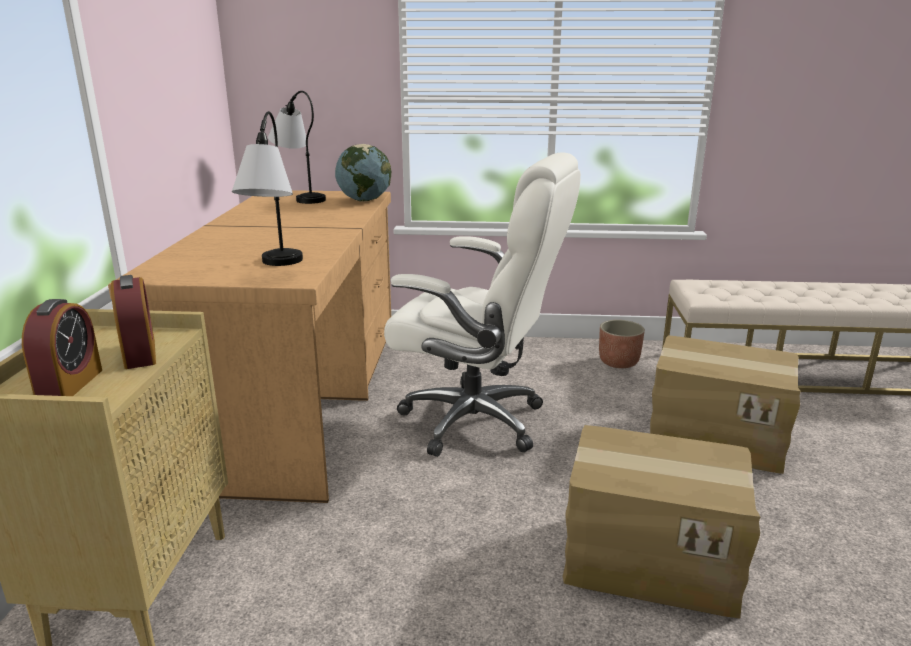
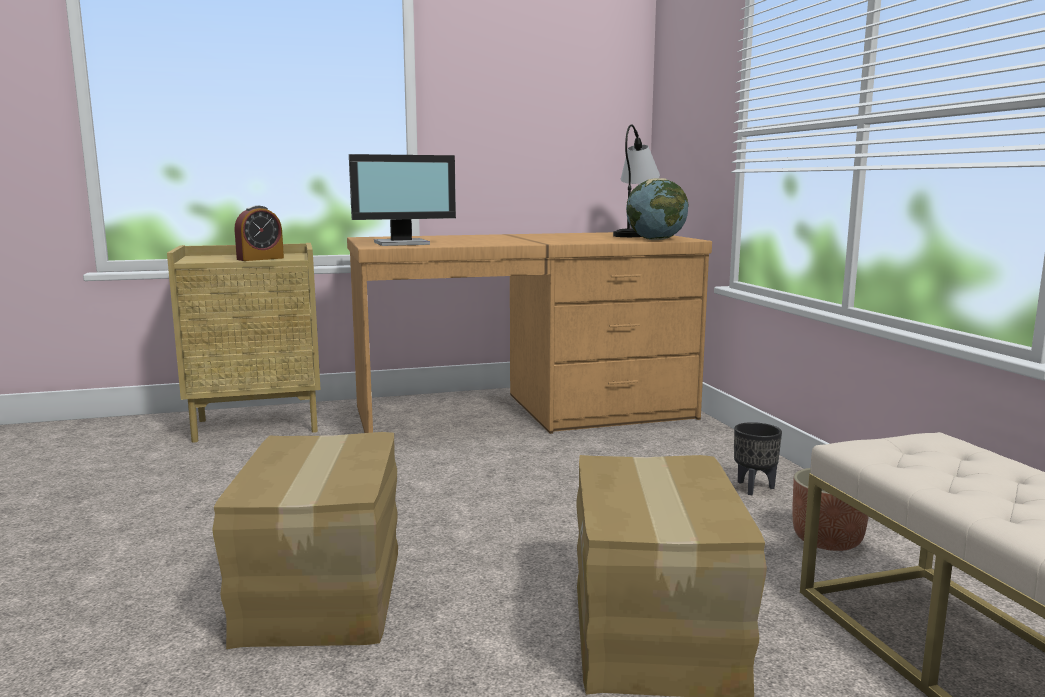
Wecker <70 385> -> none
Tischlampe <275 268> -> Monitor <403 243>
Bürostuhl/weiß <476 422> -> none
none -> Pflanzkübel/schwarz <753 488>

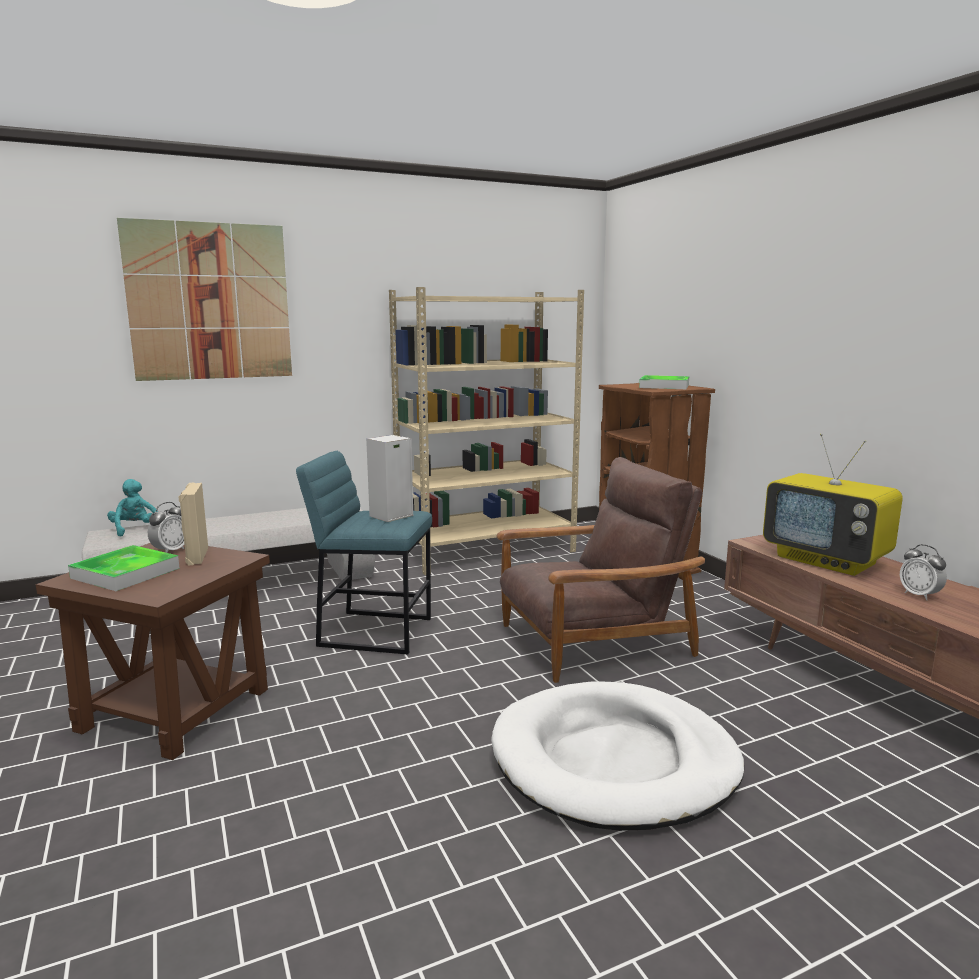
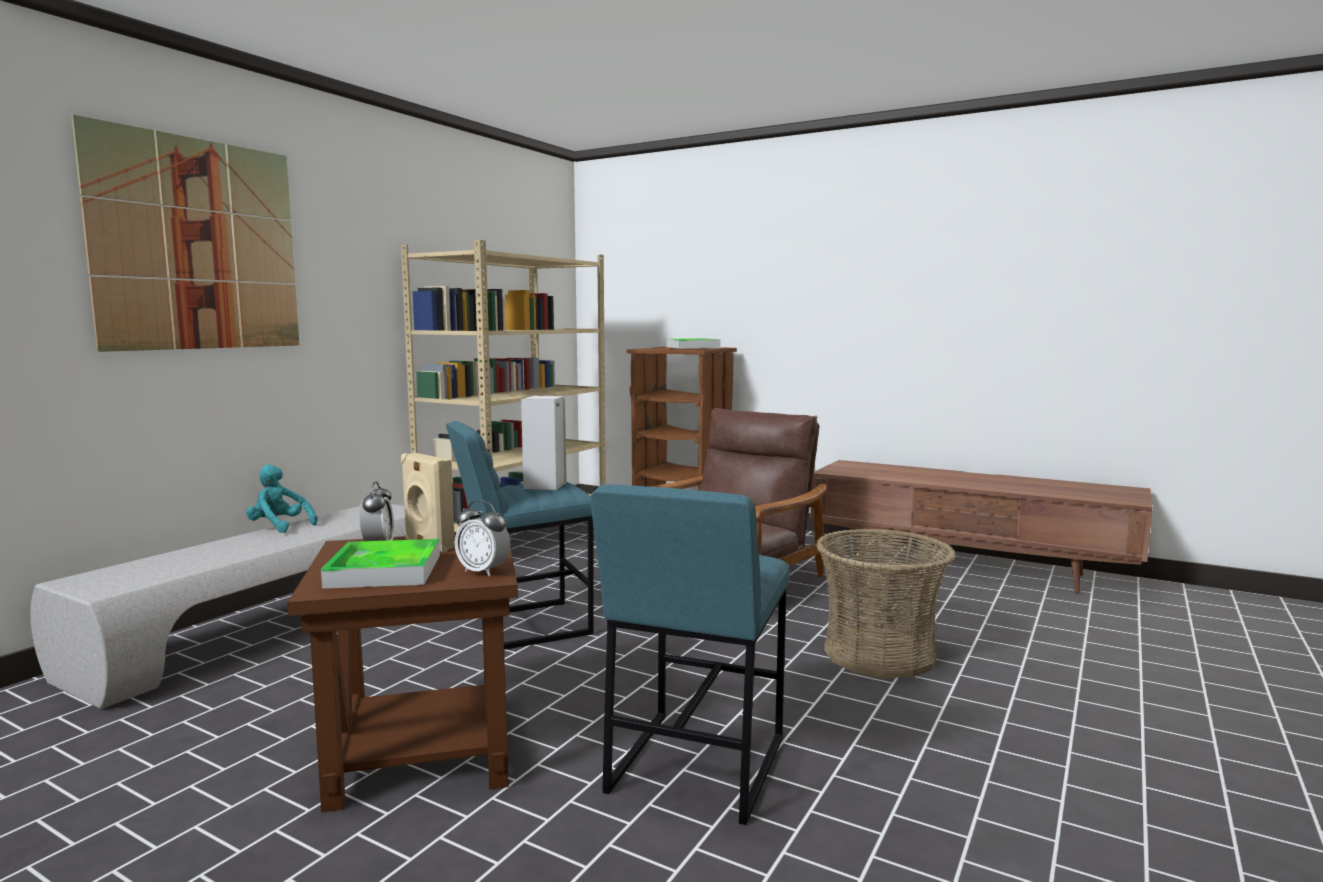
Plüschtier/türkis <135 530> -> Plüschtier/türkis <279 527>, shifted
Hundebett/weiß <614 761> -> Korb <879 654>
Fernseher <827 560> -> none
Wecker <919 595> -> Wecker <483 571>, shifted
none -> Hocker/blau <696 767>

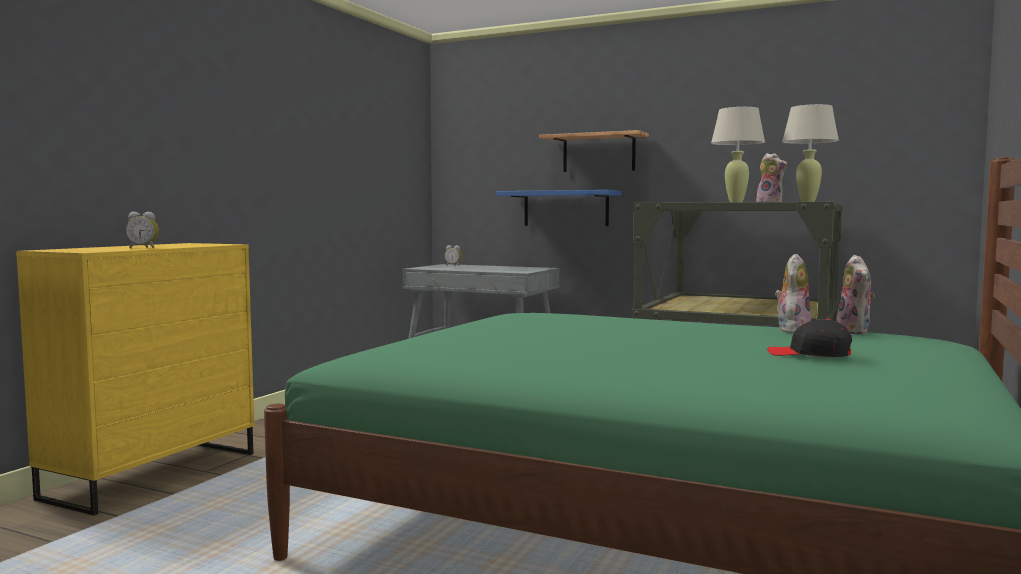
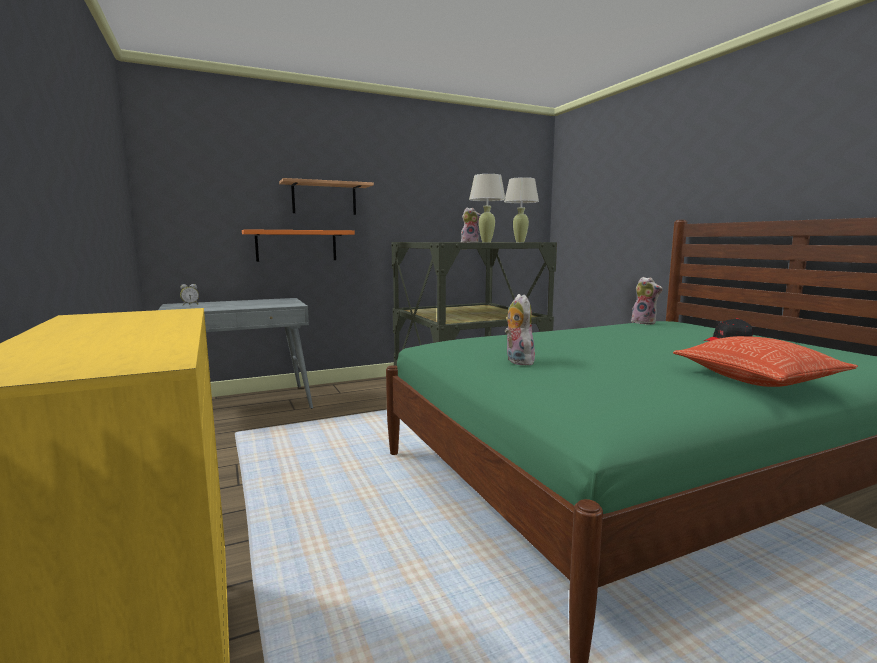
Wecker <144 248> -> none
Wandregal/blau <566 208> -> Wandregal/orange <296 245>
Plüschtier <792 330> -> Plüschtier <517 361>, shifted
none -> Kissen/orange <758 379>

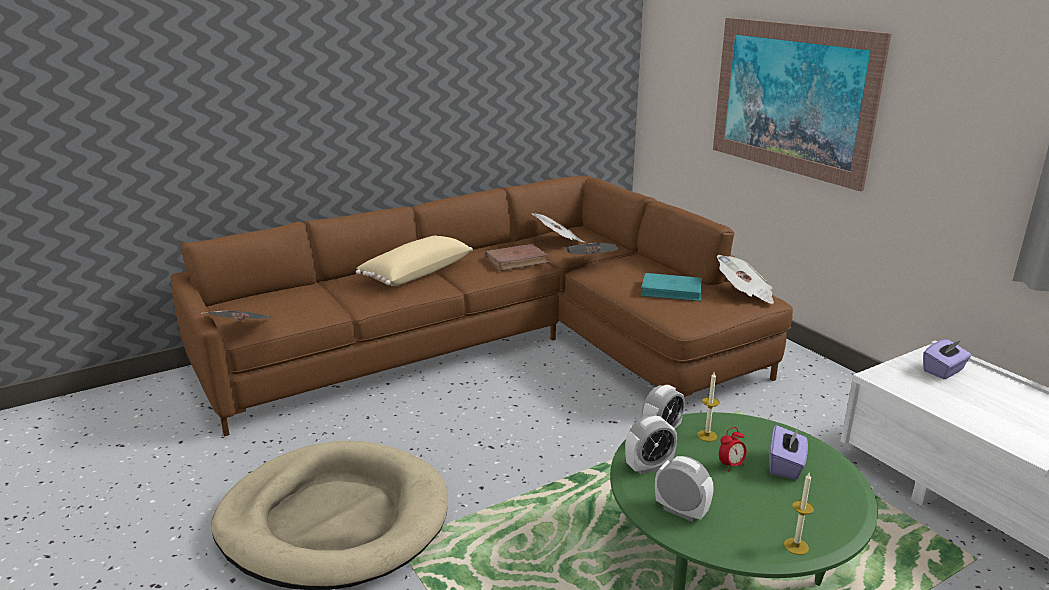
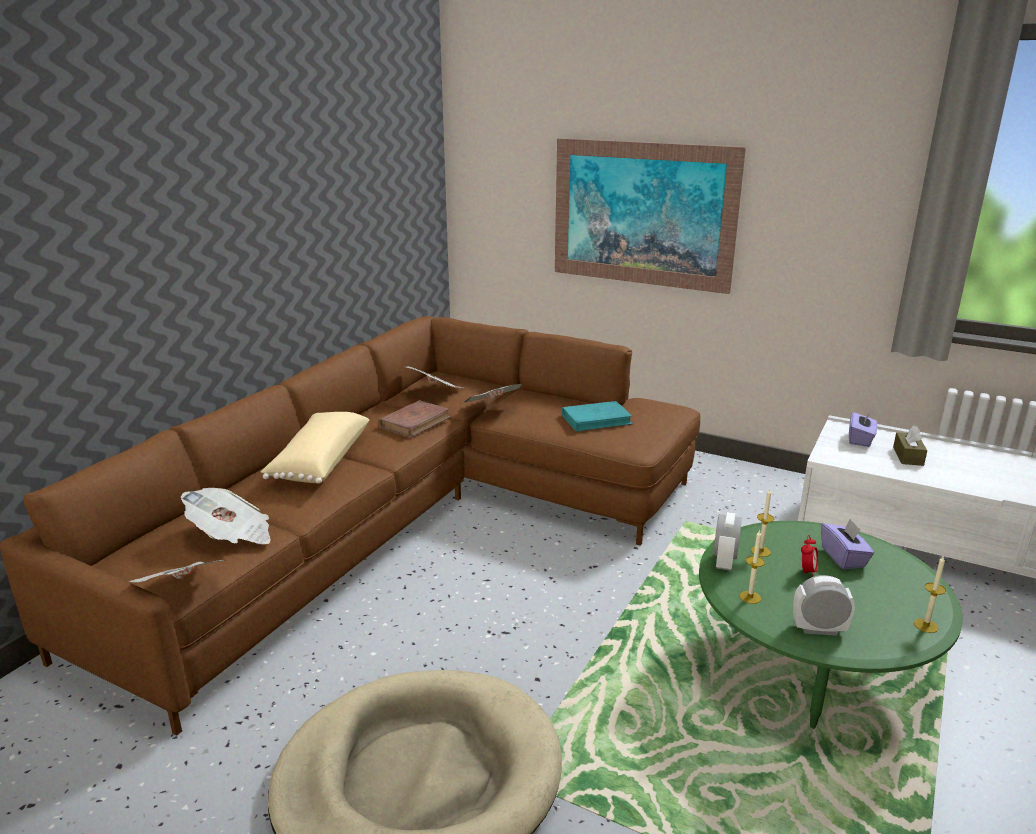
Wecker <649 466> -> Kerze <750 597>
Zeitung <745 294> -> Zeitung <232 536>, shifted
none -> Taschentuchbox/braun <908 456>

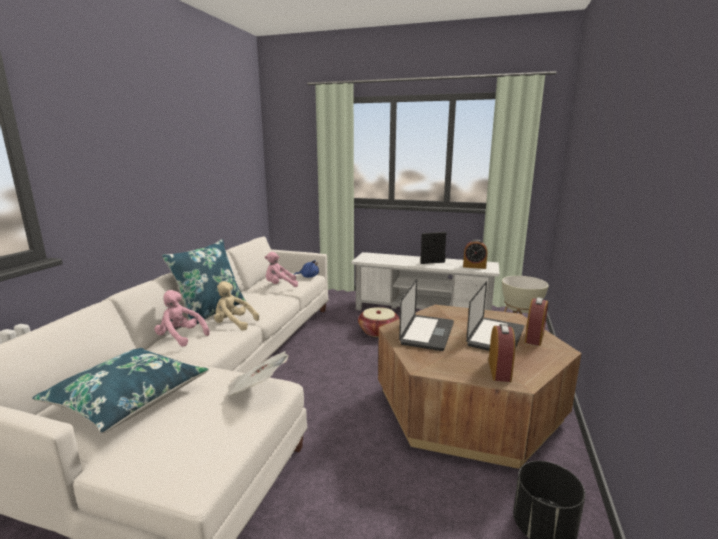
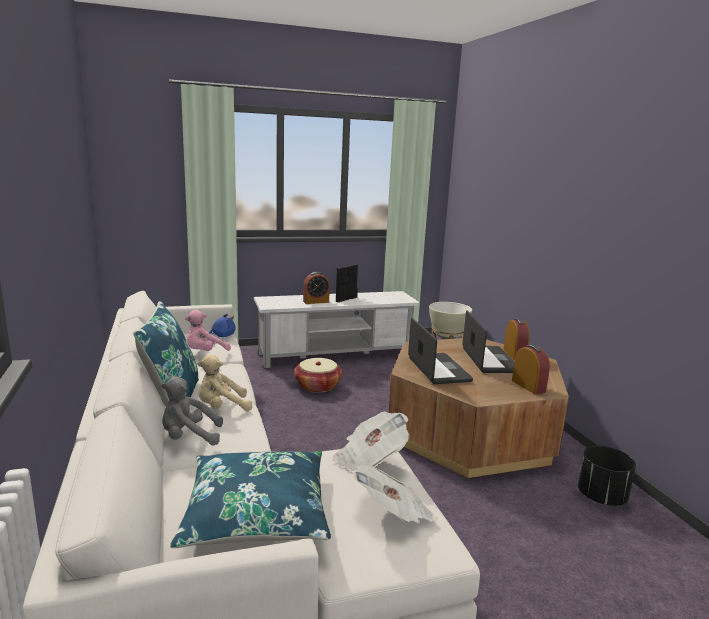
Plüschtier/rosa <181 337> -> Plüschtier/grau <189 437>
Wecker <474 266> -> Wecker <316 302>, shifted
none -> Zeitung <393 514>

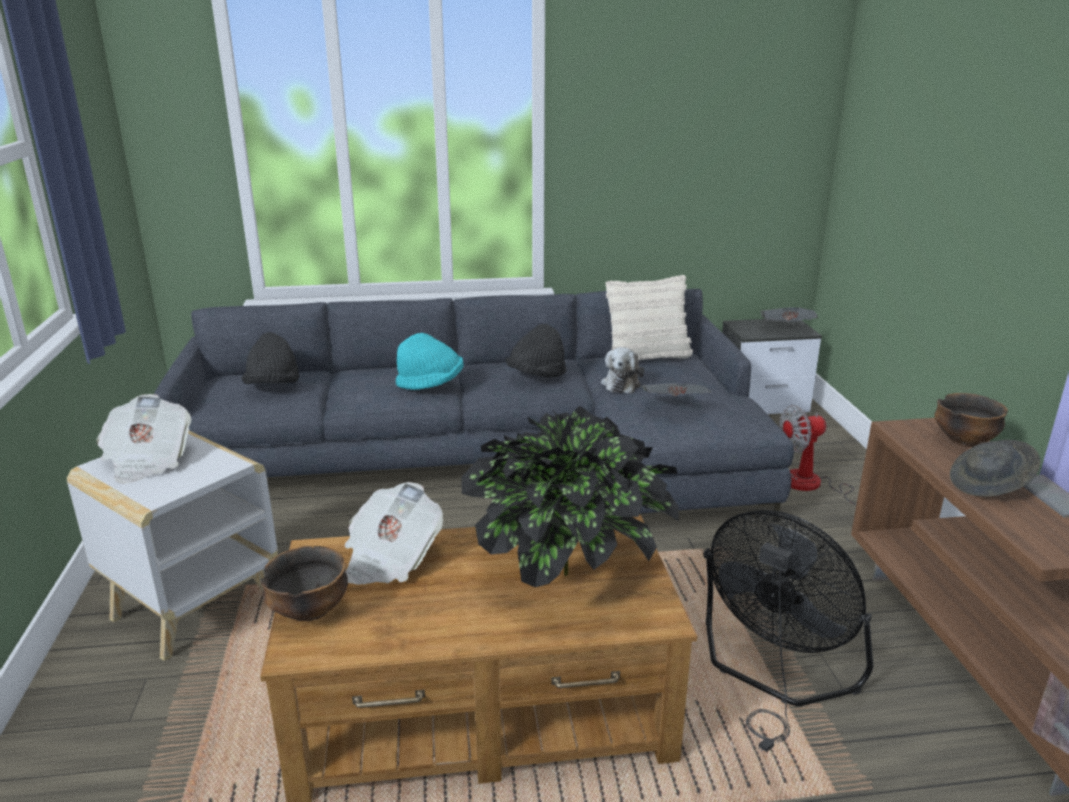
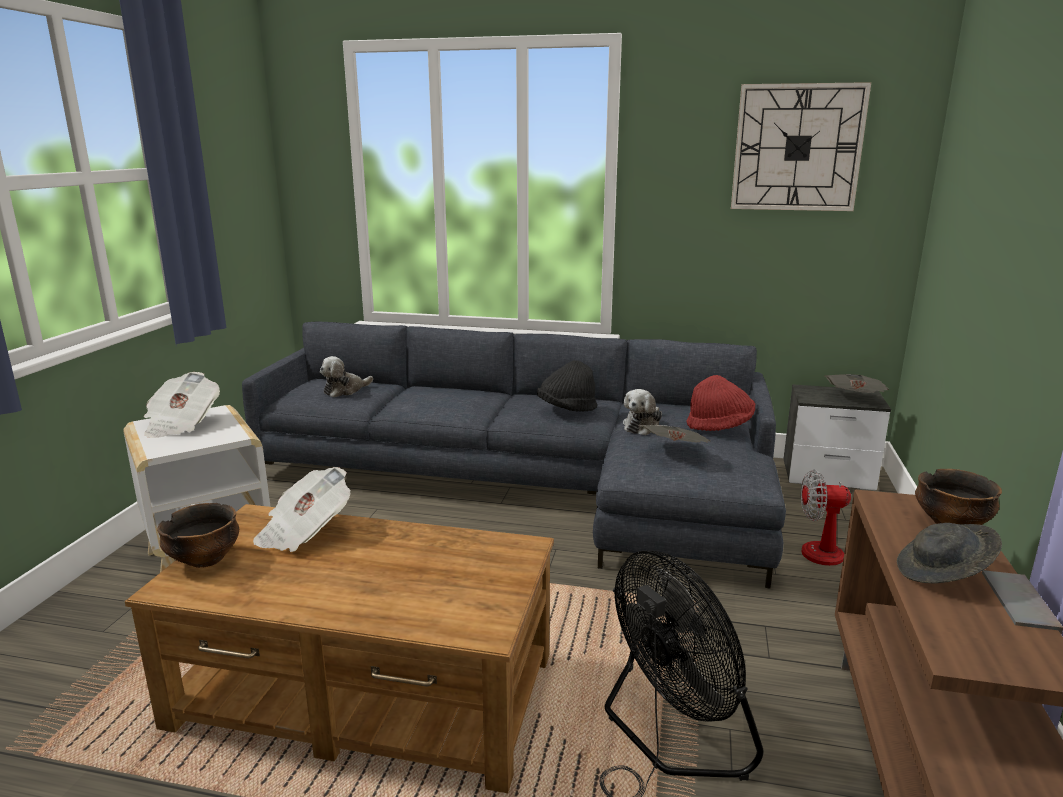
Hut/schwarz <273 386> -> Plüschtier <345 390>
Hut/türkis <431 384> -> none
Topfpflanze <571 576> -> none
Kissen/beige <647 358> -> none
none -> Hut/rot <719 425>
none -> Wanduhr <797 148>

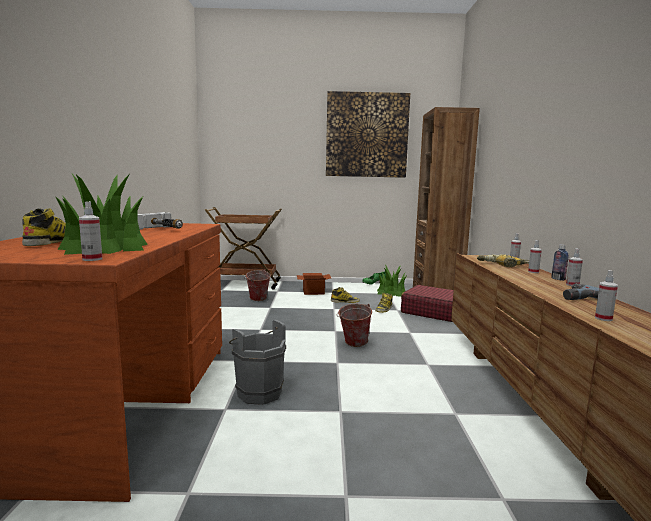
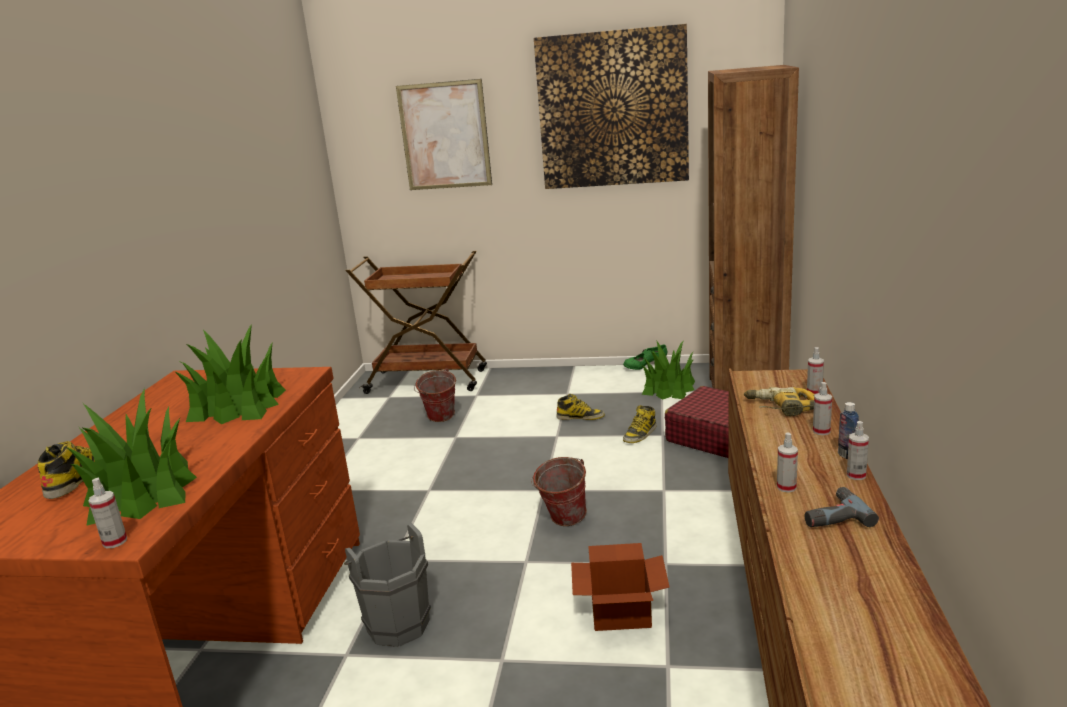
Hammer <162 229> -> Topfpflanze <237 405>
Karton <313 291> -> Karton <621 609>, shifted
Sprühflasche <603 318> -> Sprühflasche <786 487>, shifted
none -> Bild <444 136>

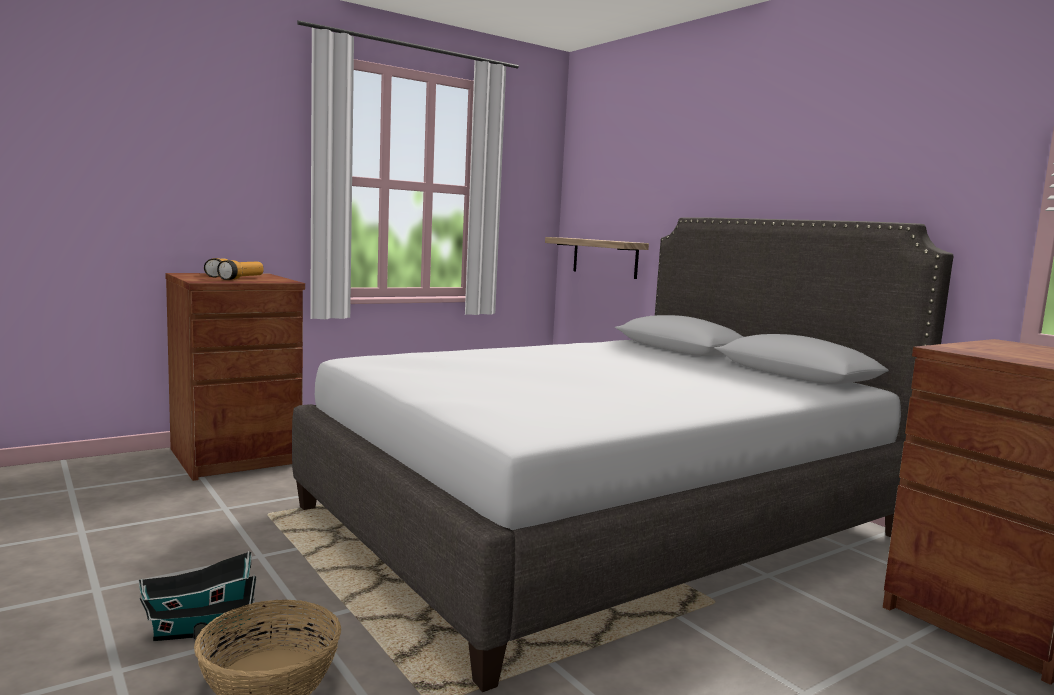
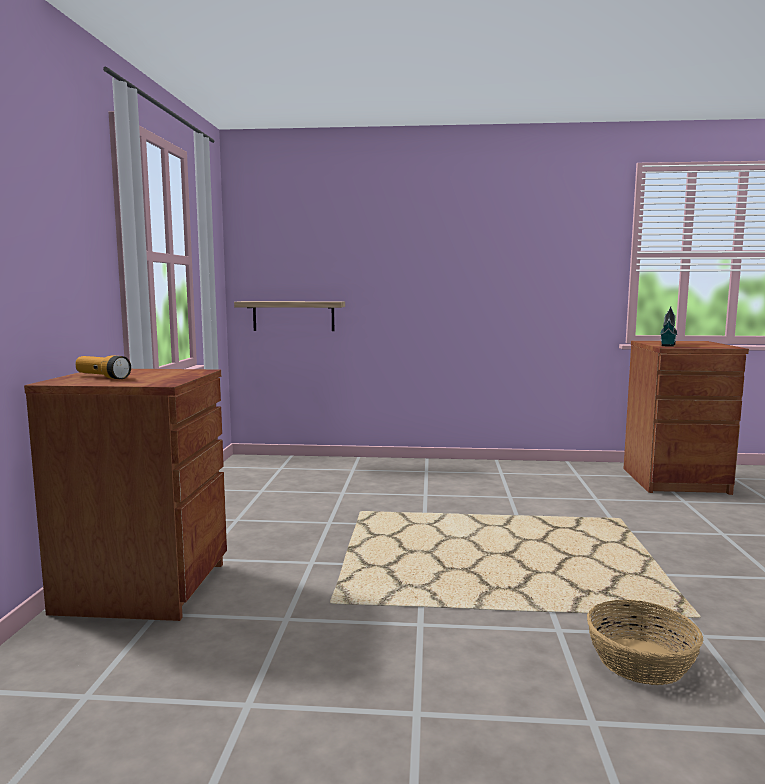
Spielzeughaus <199 631> -> Spielzeughaus <667 344>, shifted
Taschenlampe <241 278> -> none
Bett/grau <602 522> -> none

